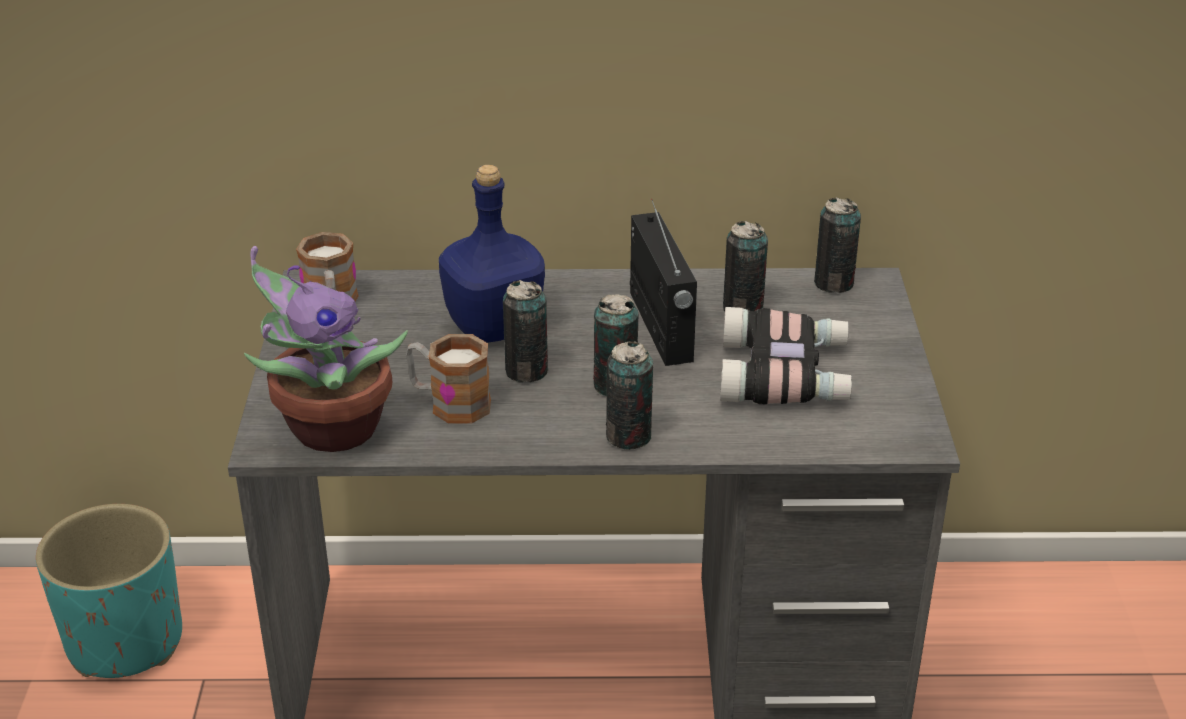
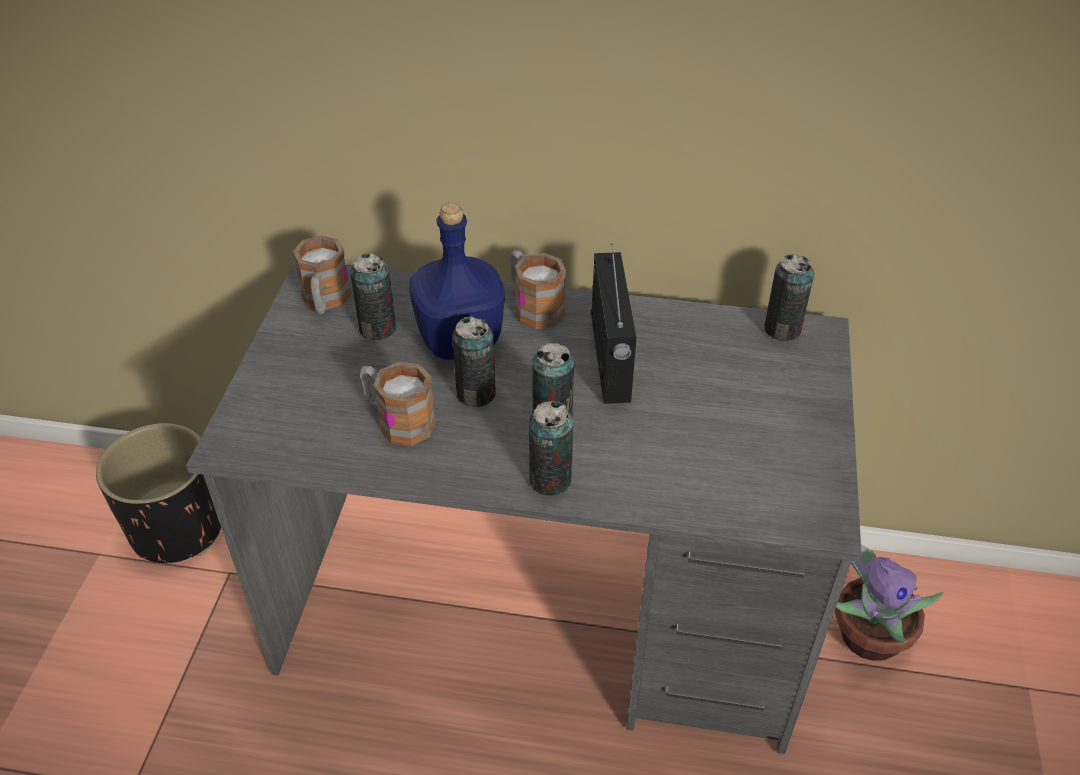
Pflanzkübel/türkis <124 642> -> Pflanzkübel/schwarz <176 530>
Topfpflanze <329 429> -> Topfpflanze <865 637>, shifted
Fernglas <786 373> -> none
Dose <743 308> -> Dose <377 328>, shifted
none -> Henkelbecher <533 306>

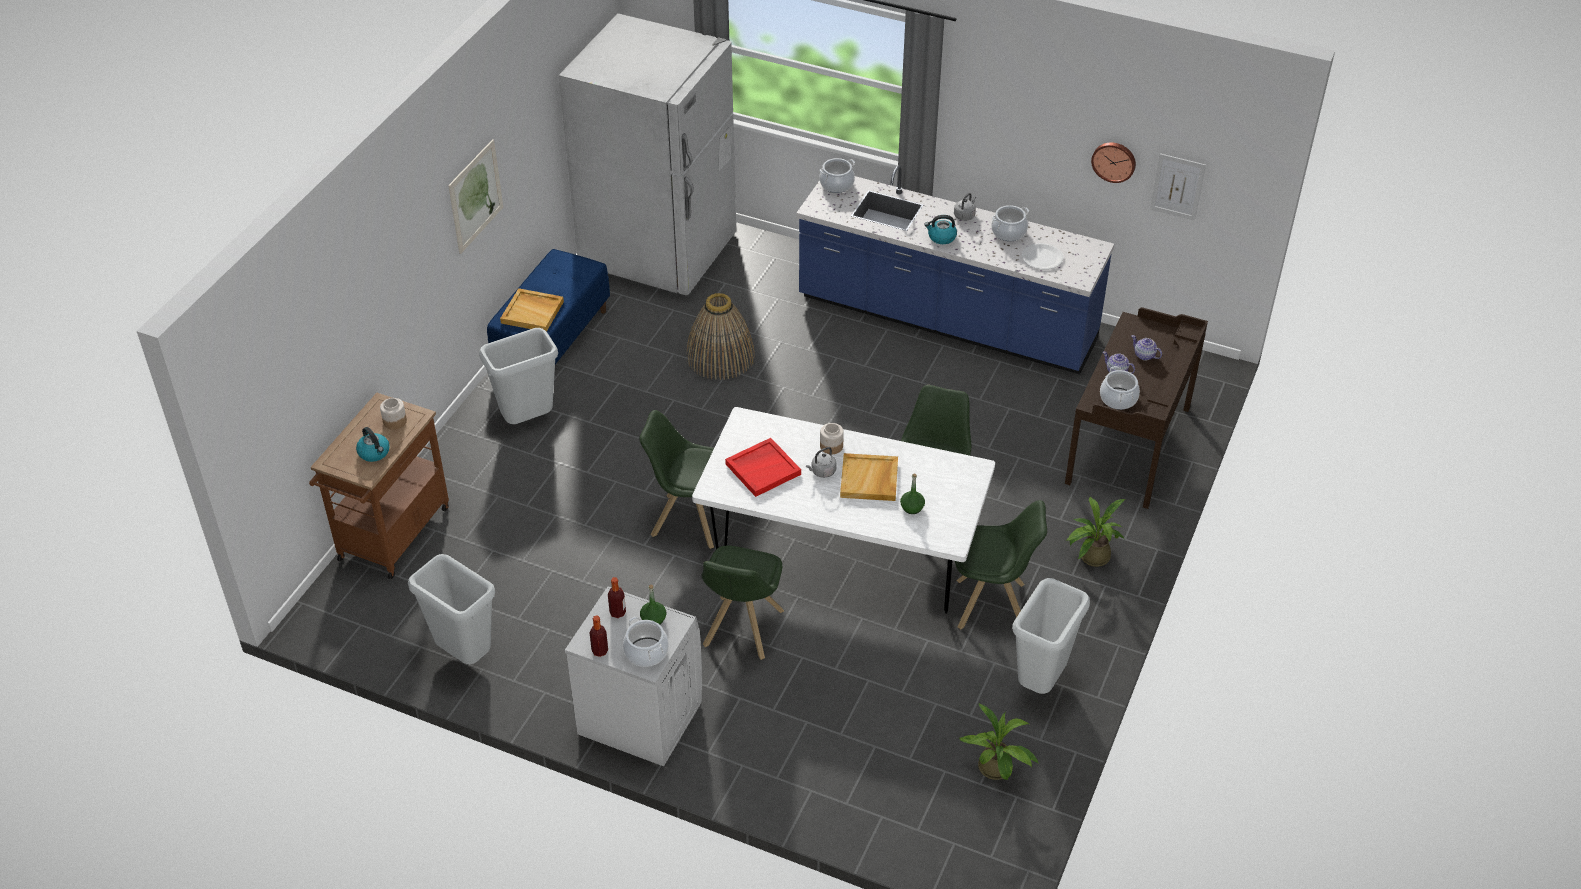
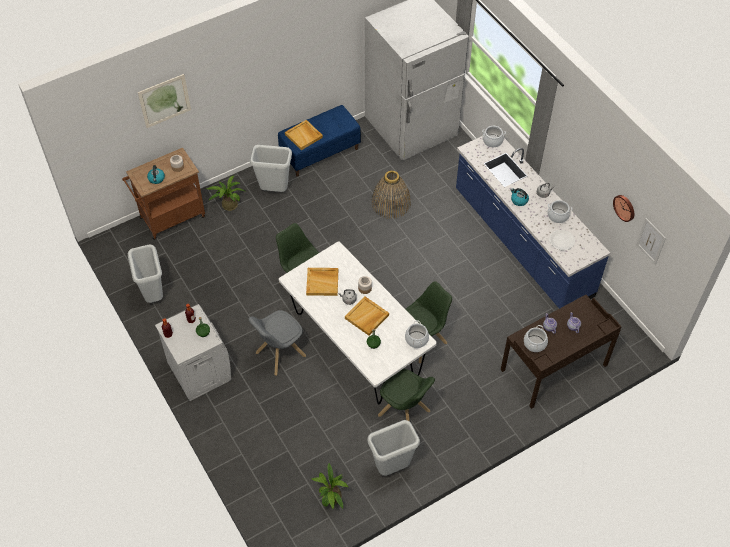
Bild <475 196> -> Bild <164 101>, shifted
Kochtopf <646 652> -> Kochtopf <416 339>, shifted
Stuhl/grün <742 628> -> Stuhl/grau <280 354>
Tablett/rot <763 469> -> Tablett/beige <322 282>
Topfpflanze <1090 557> -> Topfpflanze <228 205>, shifted

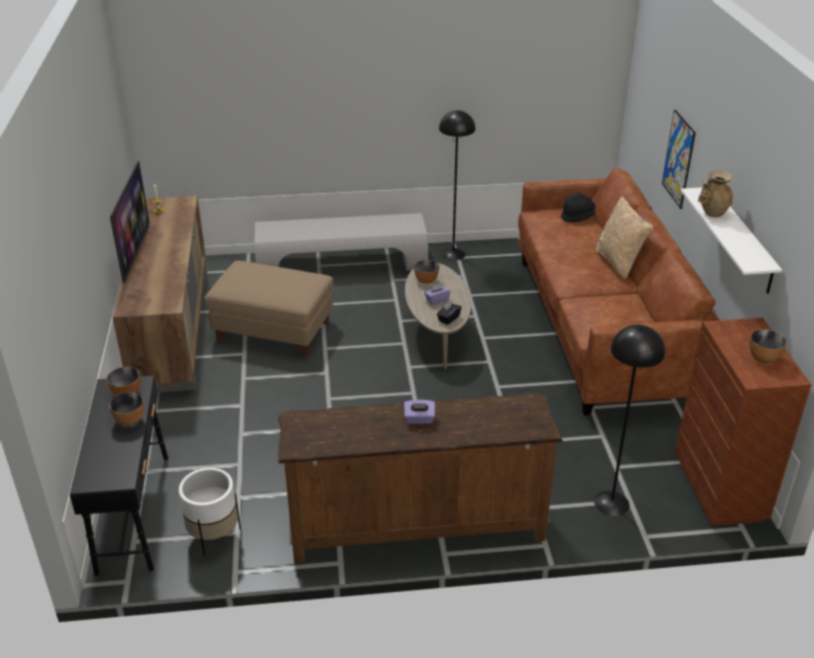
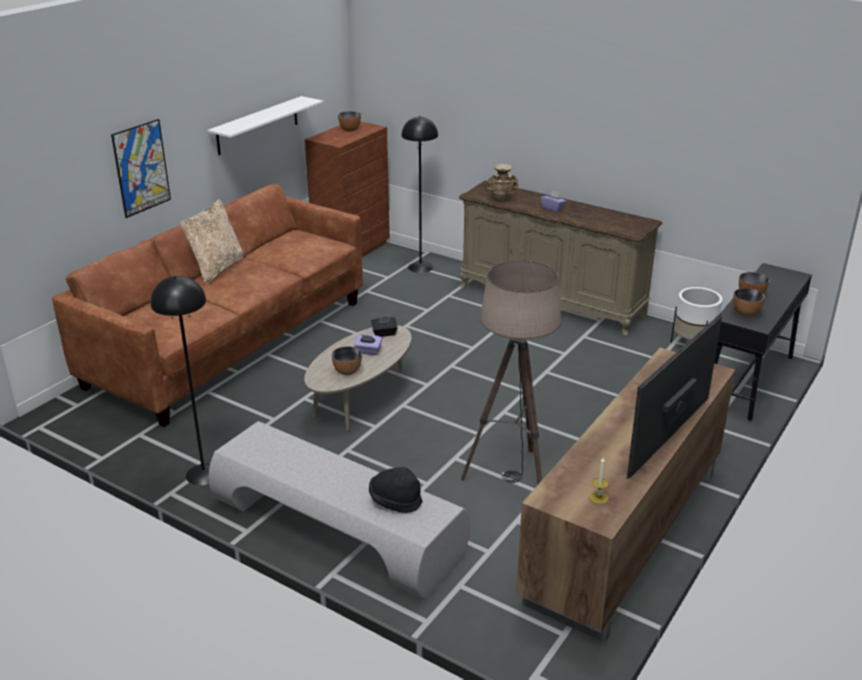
Polsterhocker/beige <272 330> -> Stehlampe <512 478>
Hut/schwarz <577 217> -> Hut/schwarz <395 501>, shifted
Vase/beige <712 213> -> Vase/beige <501 200>, shifted

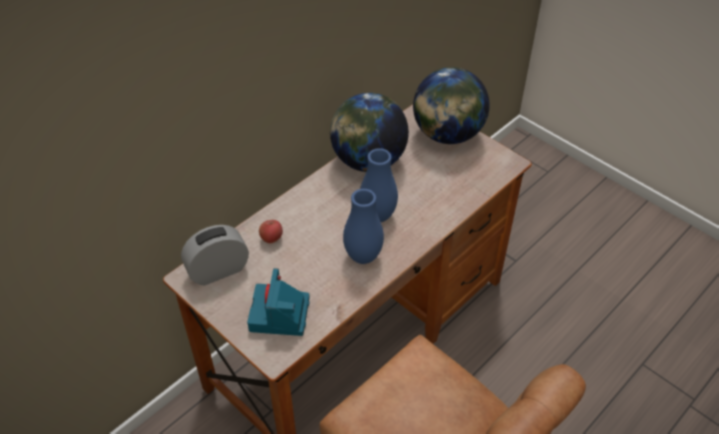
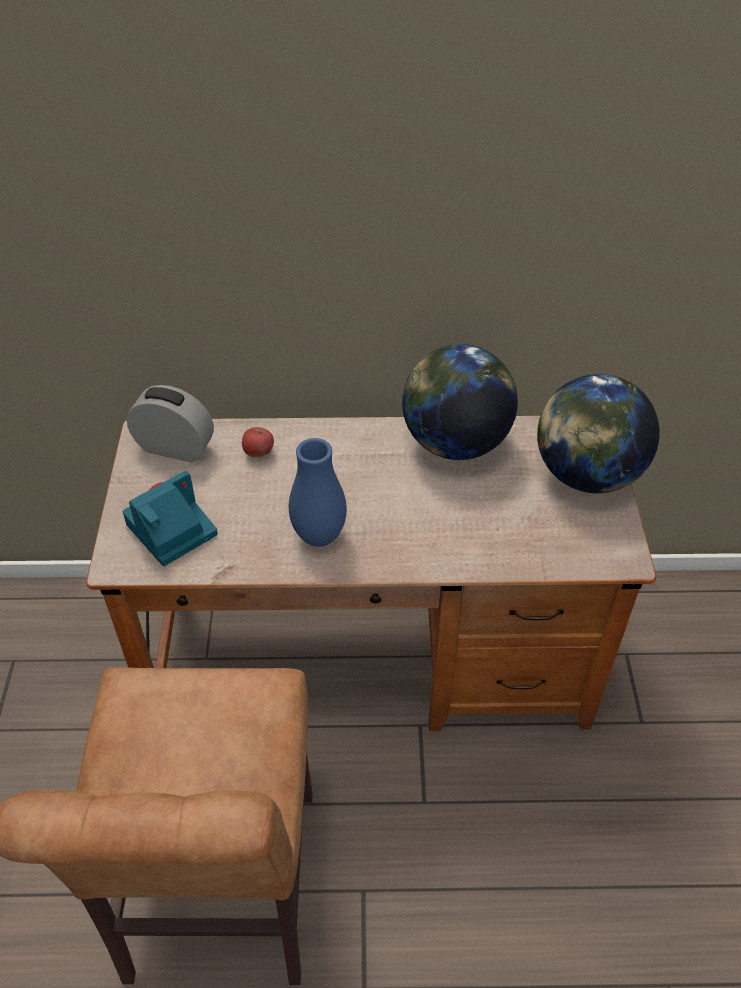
Vase/blau <378 216> -> none

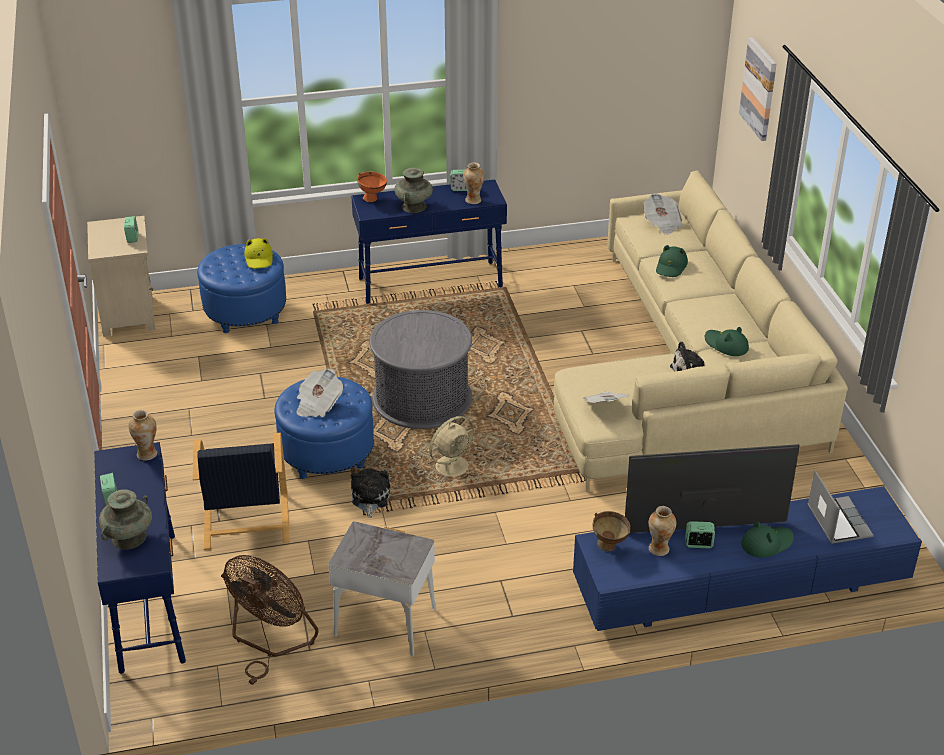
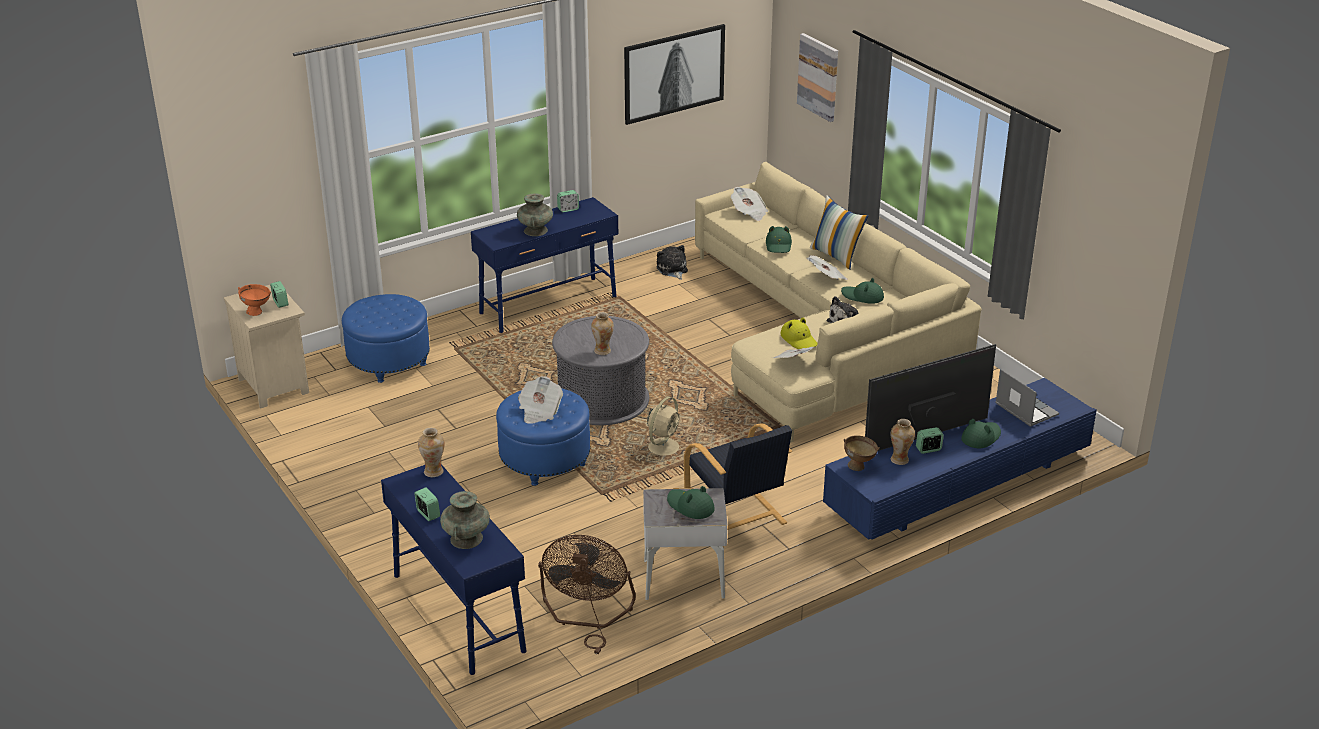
Sessel/schwarz <246 523> -> Sessel/schwarz <736 517>, shifted
Hut/gelb <259 258> -> Hut/gelb <799 339>, shifted
Plüschtier <370 498> -> Plüschtier <672 270>, shifted
Schüssel/orange <373 199> -> Schüssel/orange <258 312>, shifted
Vase <473 200> -> Vase <602 351>, shifted
none -> Bild <674 73>
none -> Hut/grün <690 506>
none -> Zeitung <826 278>
none -> Kissen <836 256>

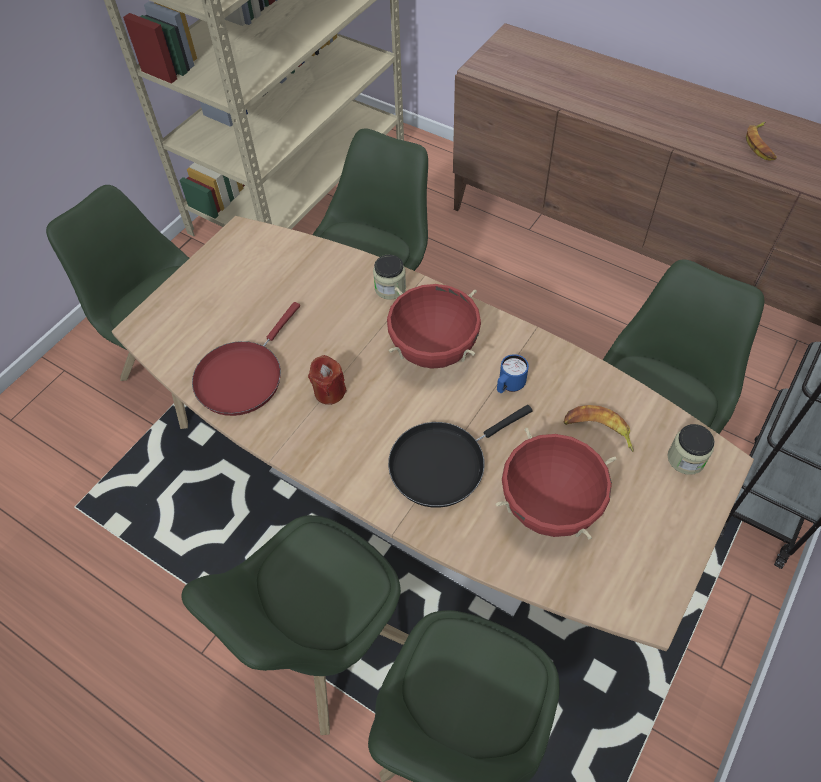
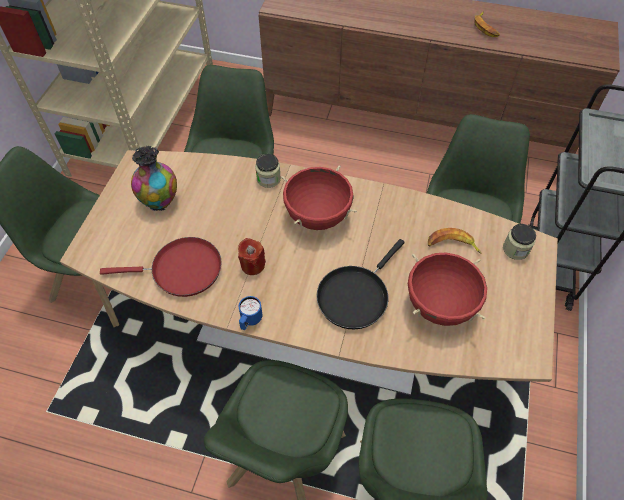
Pfanne/rot <243 376> -> Pfanne/rot <181 270>, 105 degrees counterclockwise
Henkelbecher/blau <509 386> -> Henkelbecher/blau <250 321>, shifted
none -> Vase <160 201>

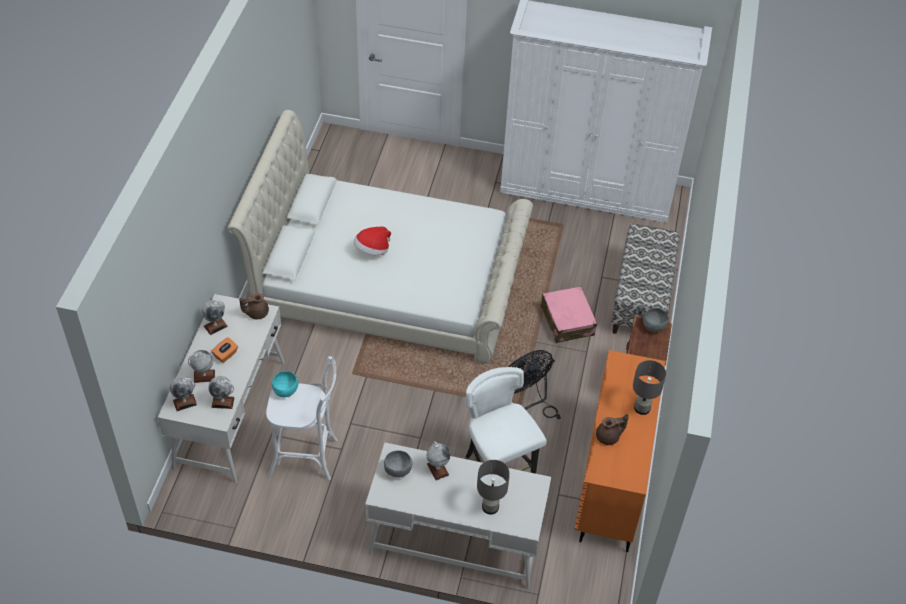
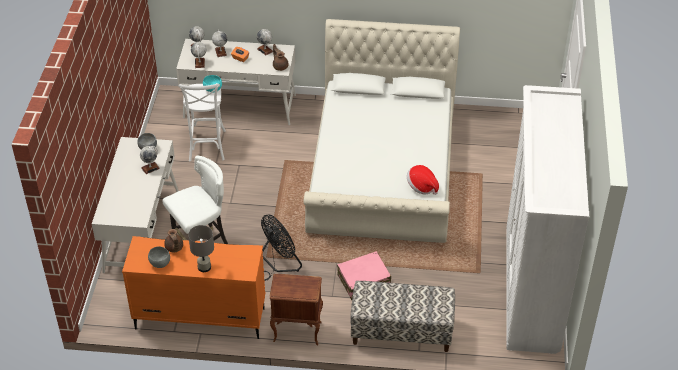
Hut <372 250> -> Hut <421 186>, shifted
Tischlampe/grau <490 506> -> none
Schüssel/grau <654 327> -> Schüssel/grau <160 264>, shifted

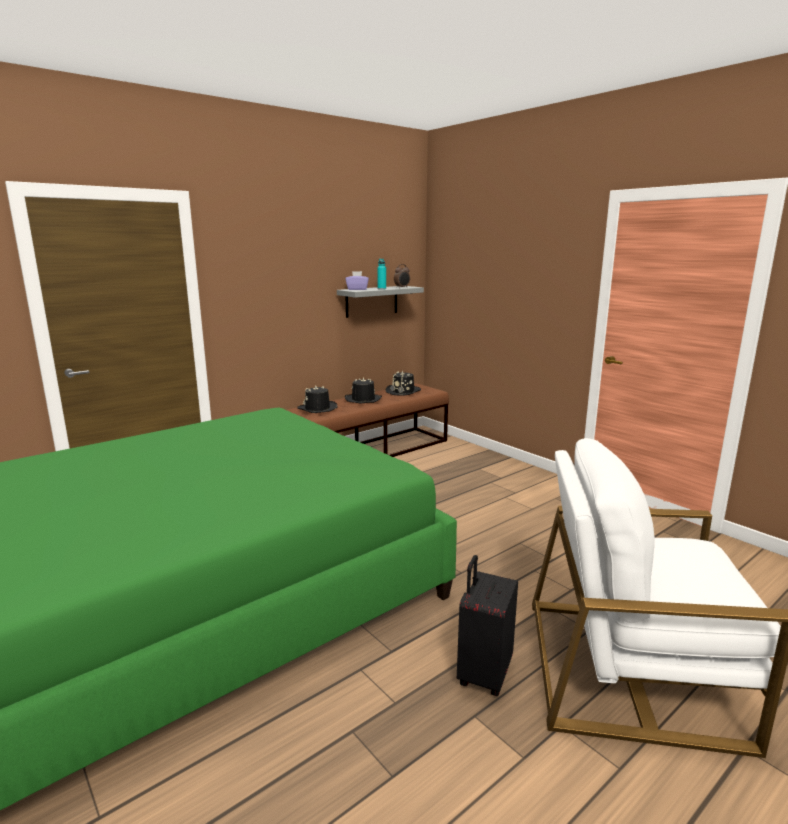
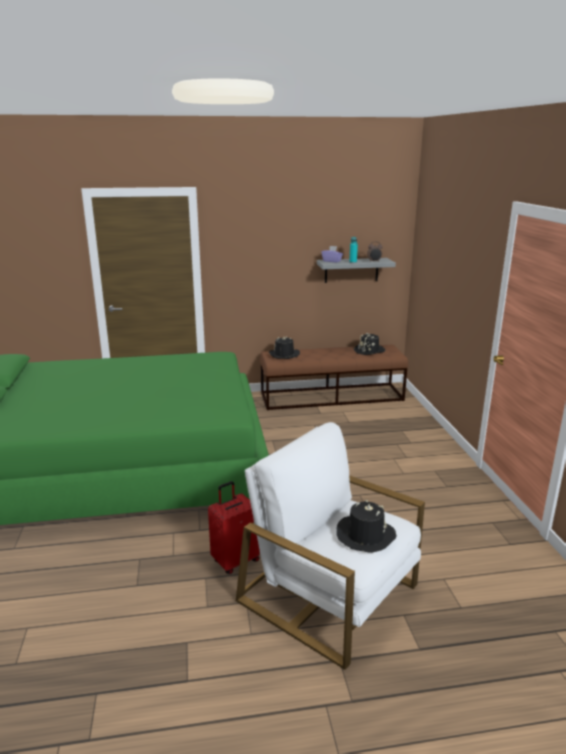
Hut/schwarz <363 399> -> Hut/schwarz <365 535>, shifted
Koffer/schwarz <483 674> -> Koffer/rot <235 560>

